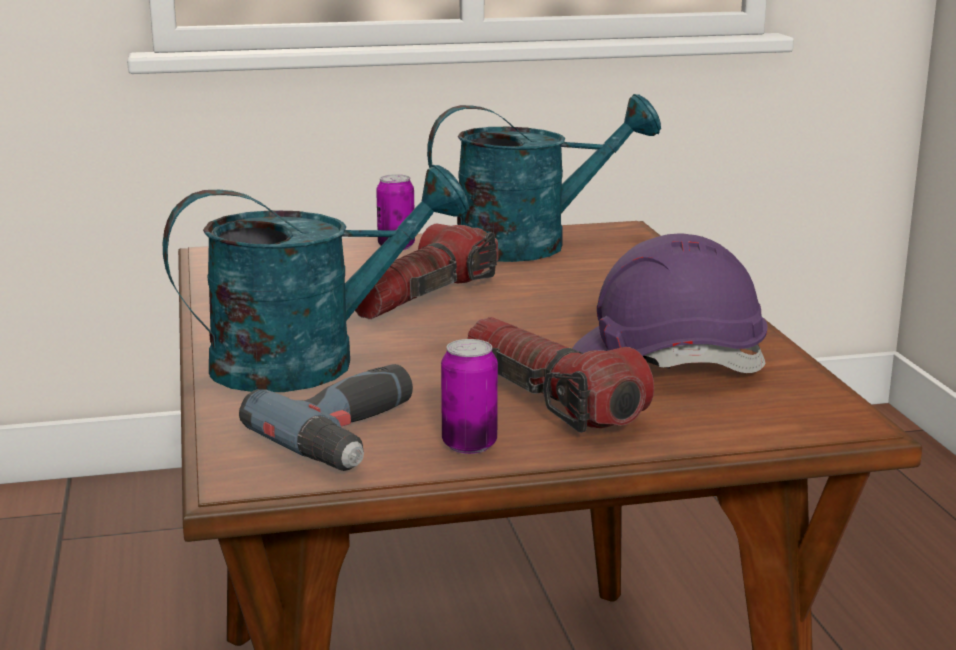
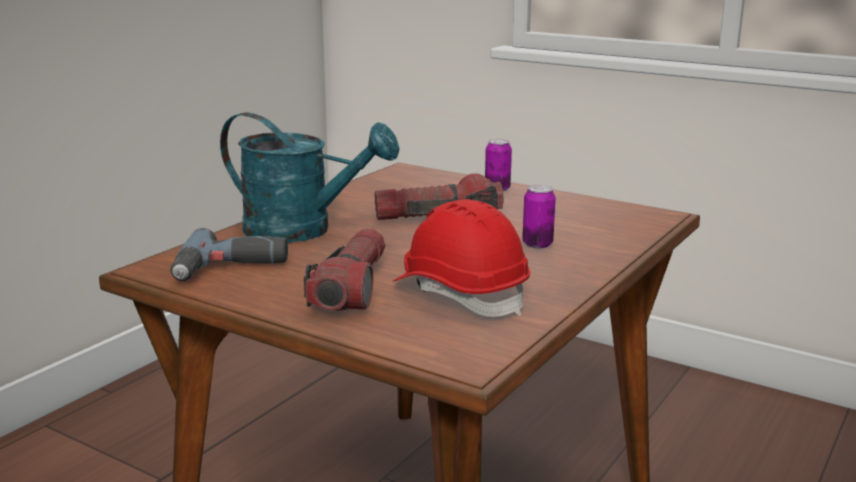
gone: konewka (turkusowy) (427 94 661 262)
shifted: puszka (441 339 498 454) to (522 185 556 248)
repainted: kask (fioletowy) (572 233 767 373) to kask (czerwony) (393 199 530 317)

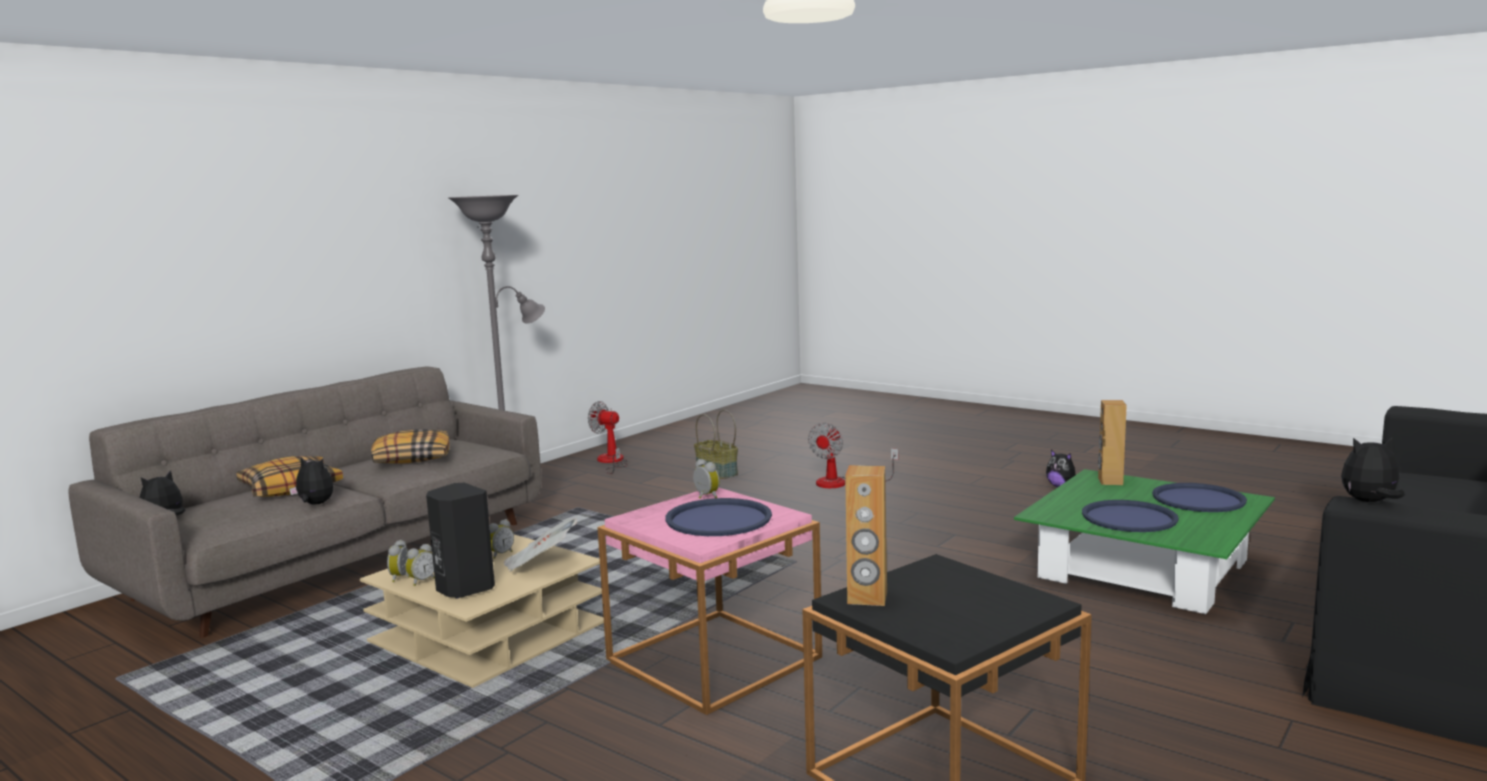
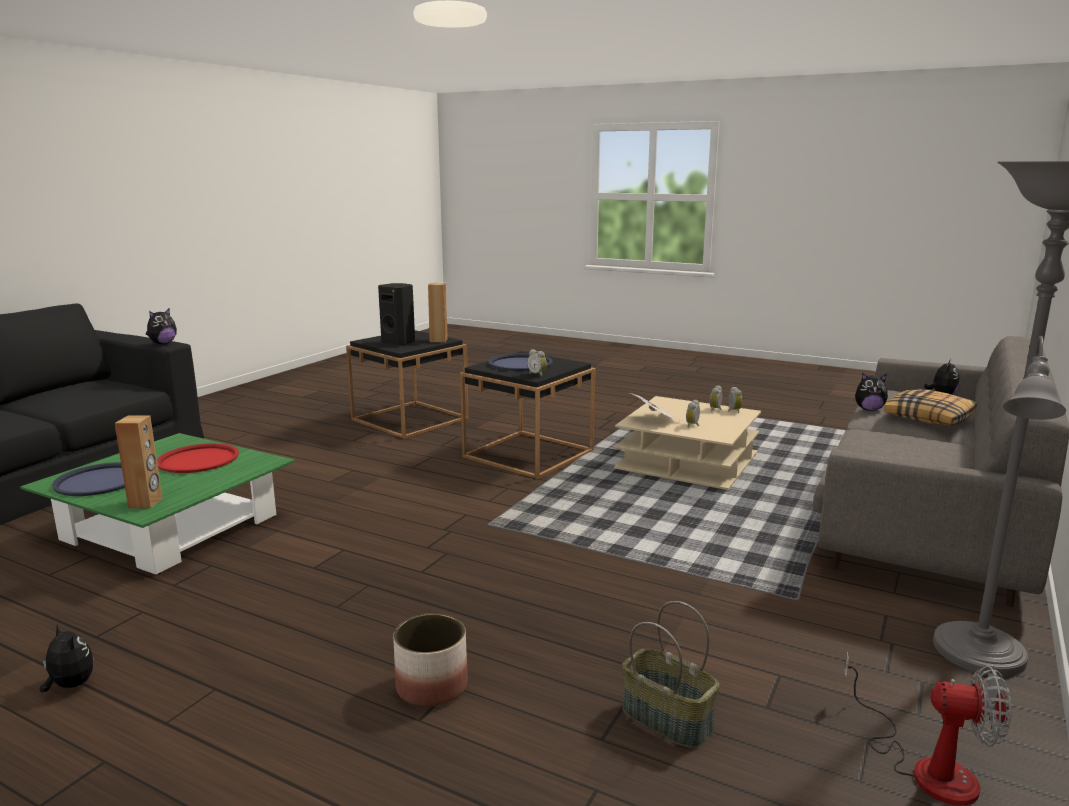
gone: poduszka (371 429 450 464)
shifted: głośnik (czarny) (426 483 495 599) to (378 283 415 346)
swapped: wentylator (808 423 899 488) to donica (393 613 468 707)
repainted: stolik (różowy) (597 488 822 715) to stolik (czarny) (460 351 596 479); taca (niebieski) (1082 500 1179 532) to taca (czerwony) (157 443 239 473)
rotated: pluszak (1341 437 1405 502) = (146 309 177 344) 45 degrees counterclockwise

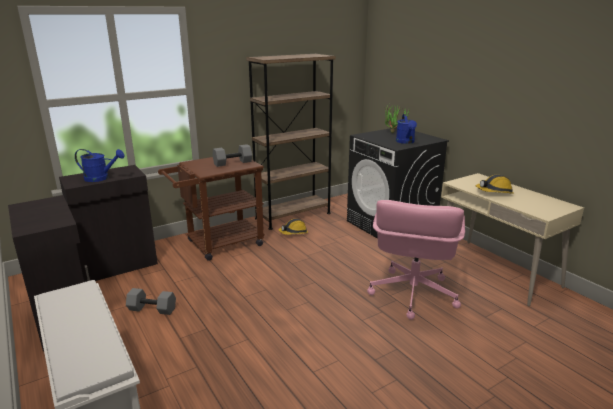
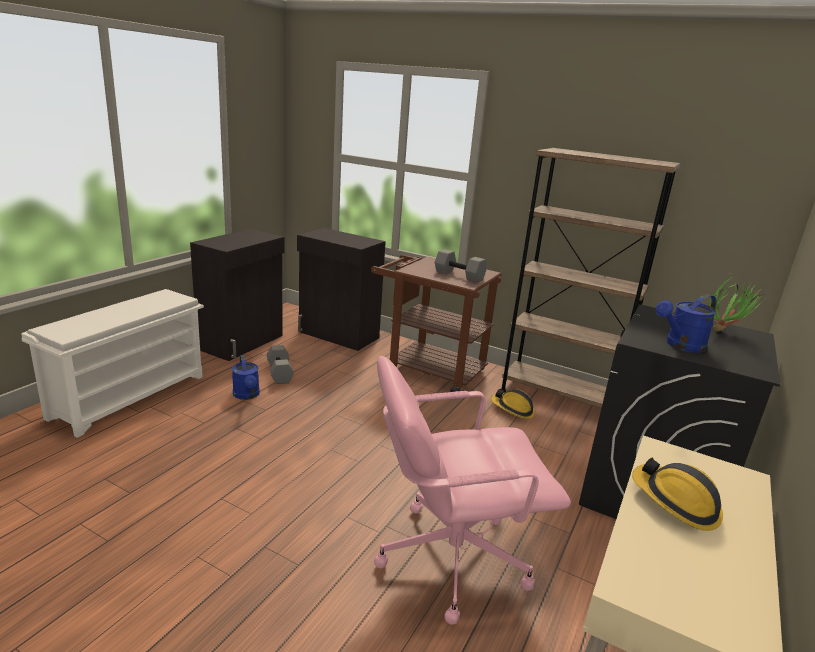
shifted: konewka (niebieski) (75 149 125 182) to (232 355 260 400)

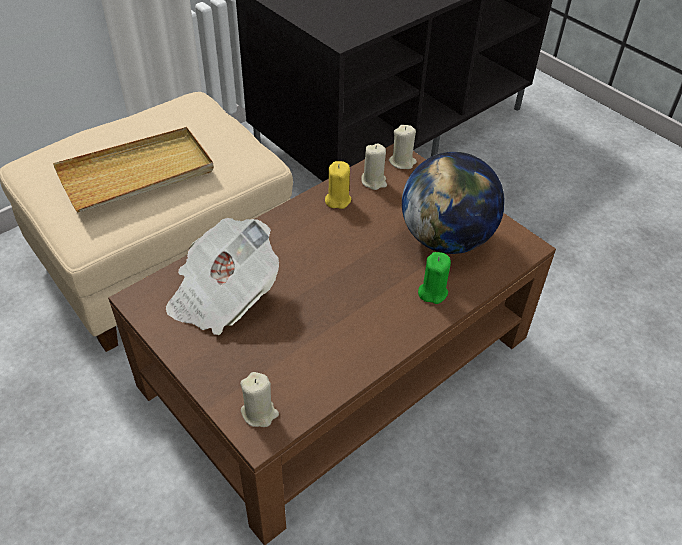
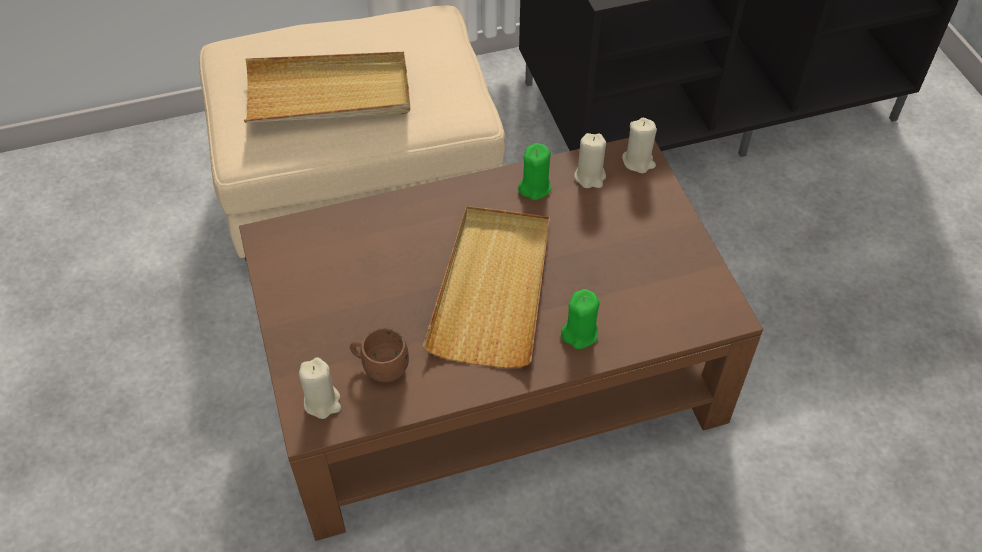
gone: gazeta (166 218 279 335); globus (402 152 505 254)
new: kubek (brązowy) (350 327 409 382); taca (beżowy) (423 206 550 368)
repainted: świeca (żółty) (325 161 351 209) to świeca (zielony) (518 143 551 200)

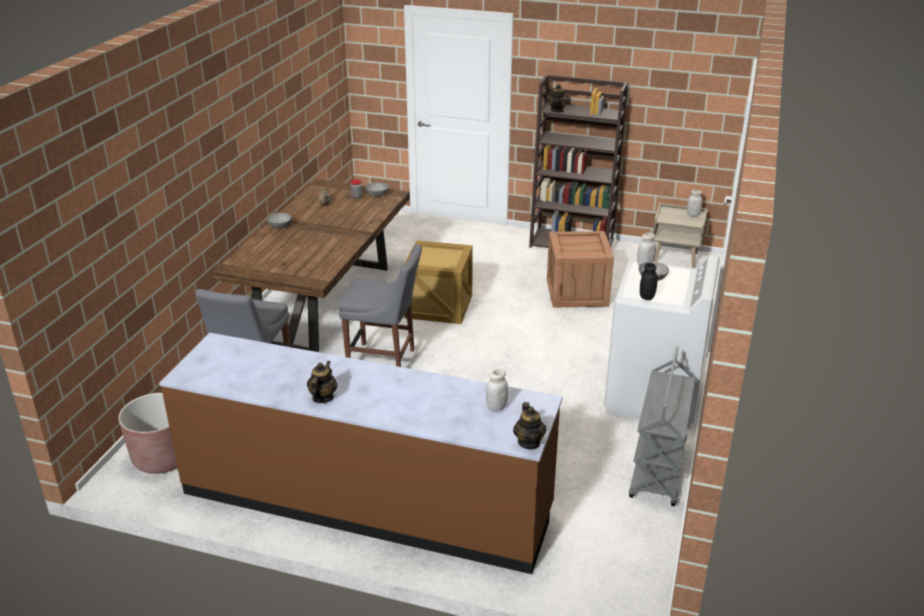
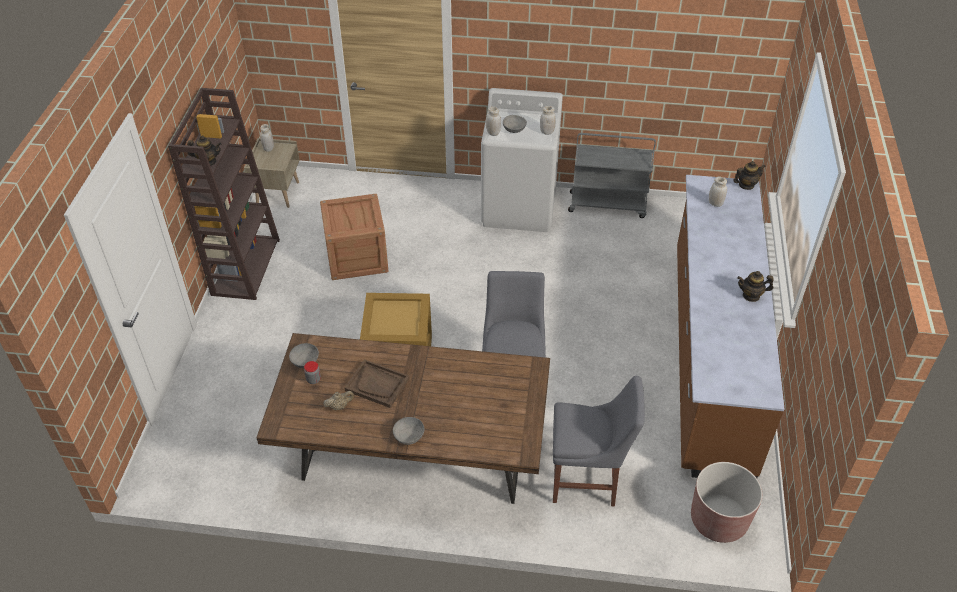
new: taca (brązowy) (344 359 409 408)
repainted: słoik (czarny) (640 263 657 300) to słoik (biały) (540 106 556 135)

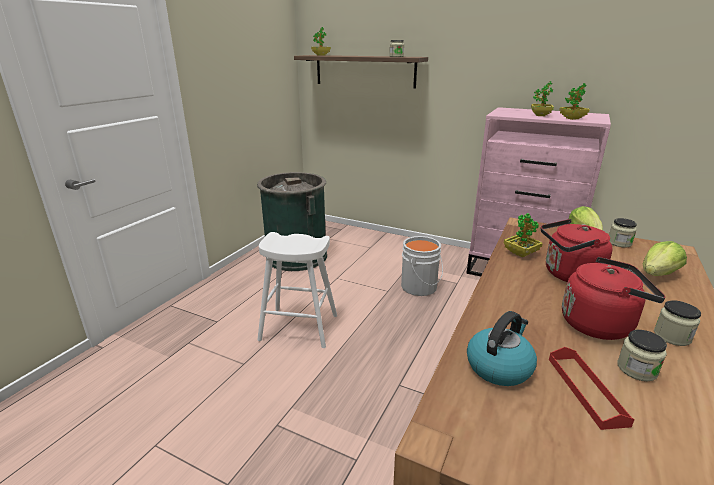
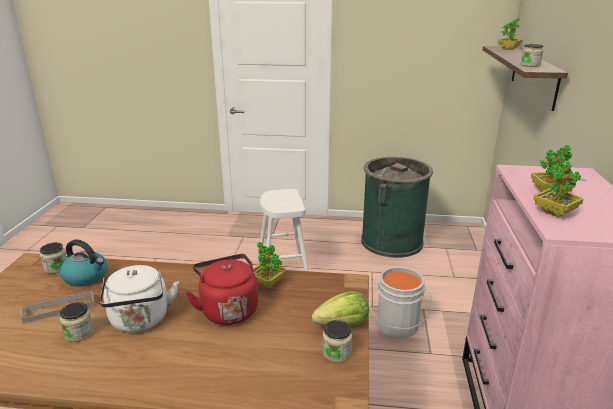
gone: sałata (643 241 687 276)
shifted: słoik (654 300 701 346) to (40 242 67 274)
repainted: taca (czerwony) (549 347 635 430) to taca (szary) (21 291 95 324); czajnik (czerwony) (562 257 666 340) to czajnik (biały) (99 265 179 332)

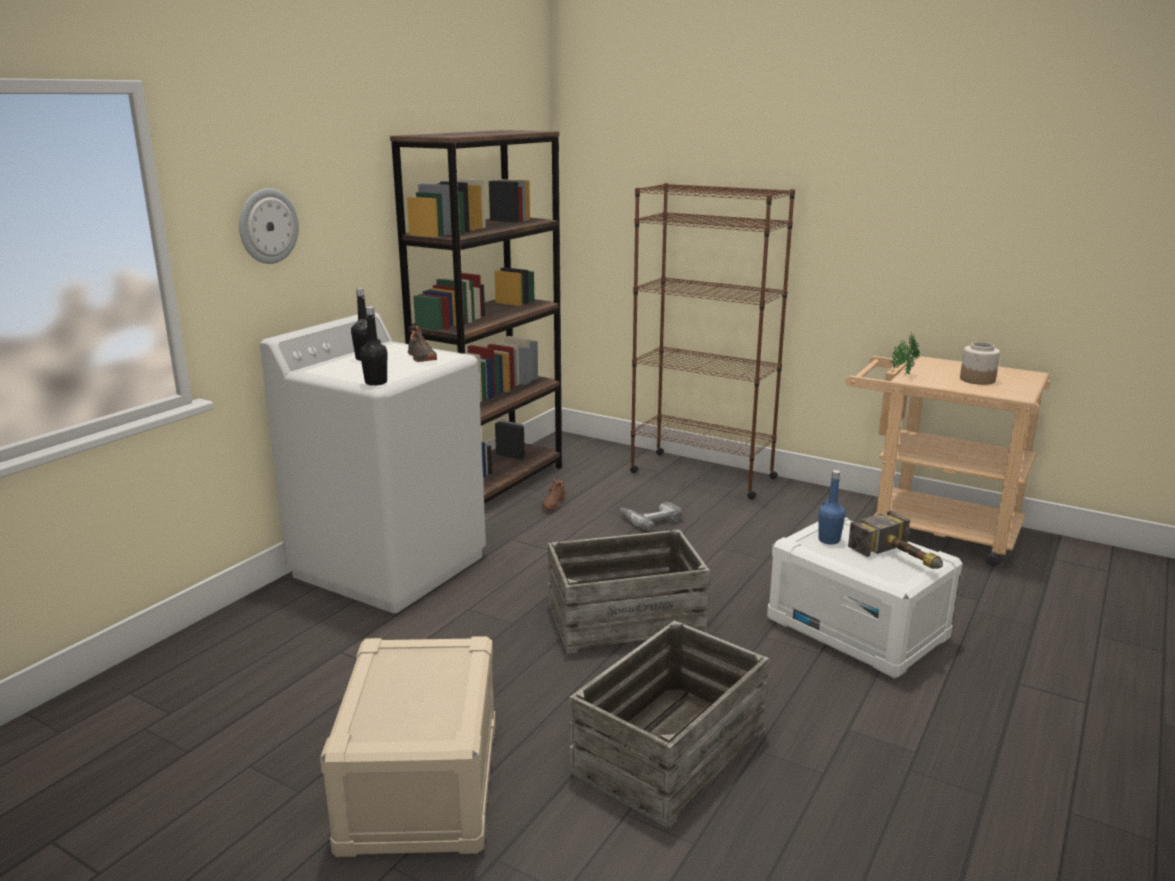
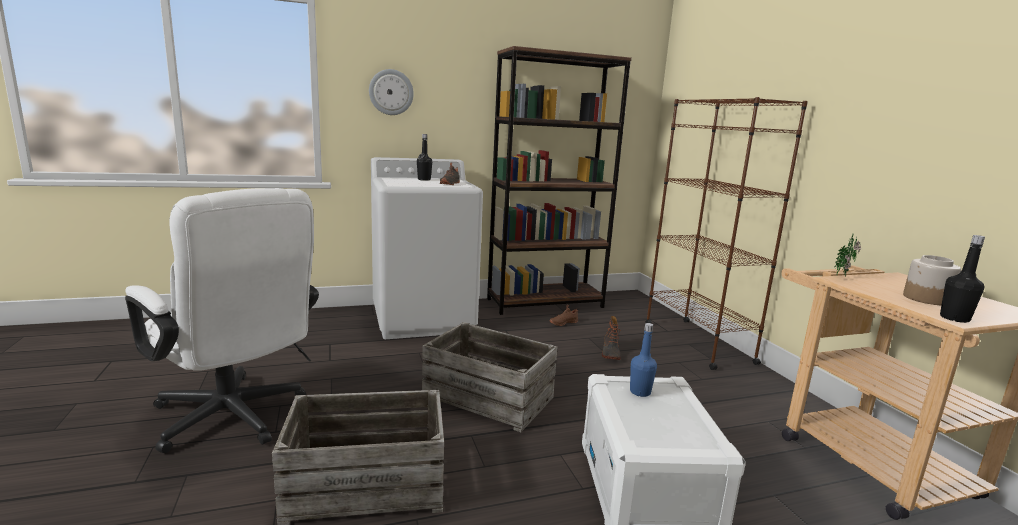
gone: młotek (848 511 943 569)
shifted: butelka (czarny) (360 306 387 386) to (940 235 985 323)
swapped: pojemnik do przechowywania (beżowy) (320 636 496 857) to krzesło biurowe (biały) (125 188 319 453); wiertarka (620 502 682 531) to but z cholewką (602 316 621 360)

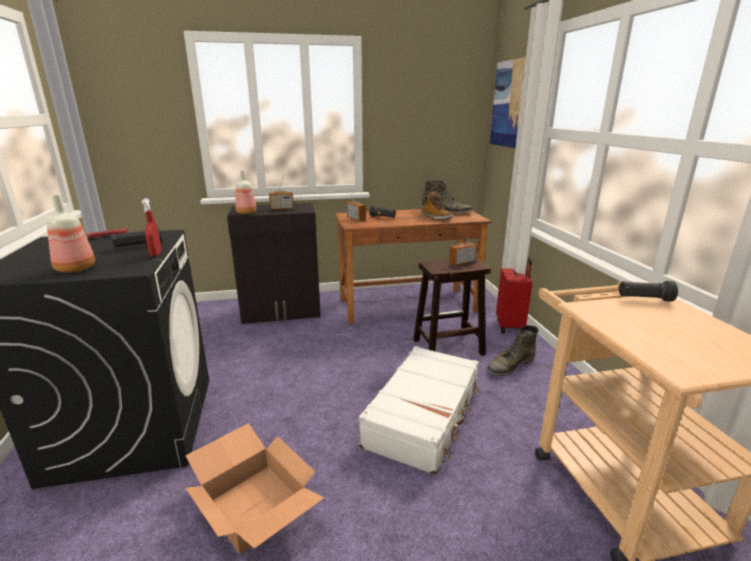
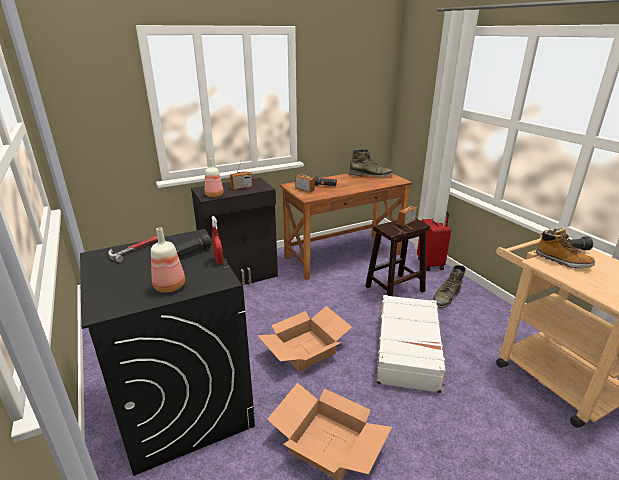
gone: obraz (490 57 526 148)
new: karton (257 306 352 372)
shifted: but z cholewką (422 191 453 220) to (536 228 595 268)

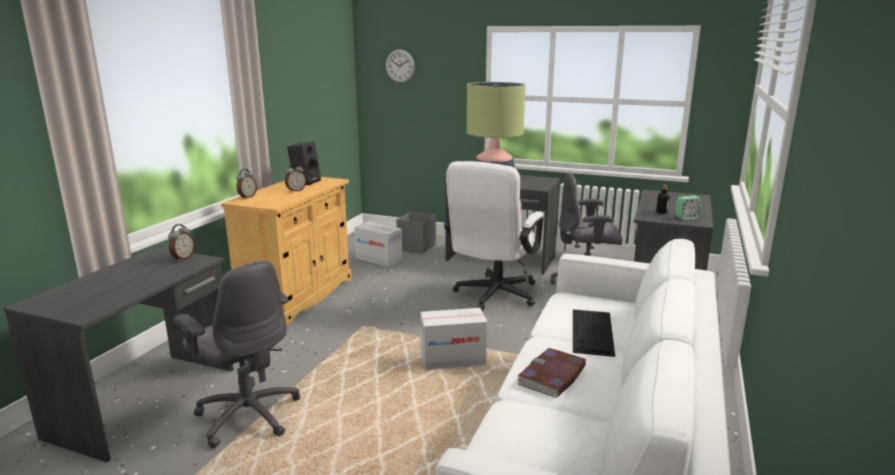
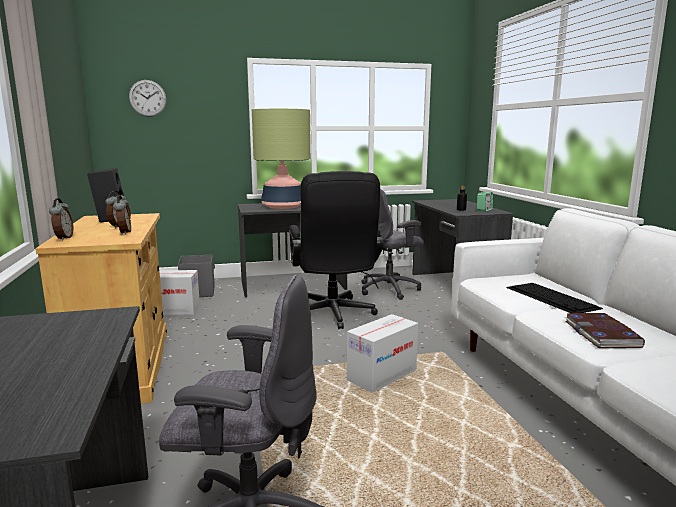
shifted: budzik (168 224 195 261) to (113 195 131 235)
repainted: krzesło biurowe (biały) (444 161 544 311) to krzesło biurowe (czarny) (289 171 384 329)

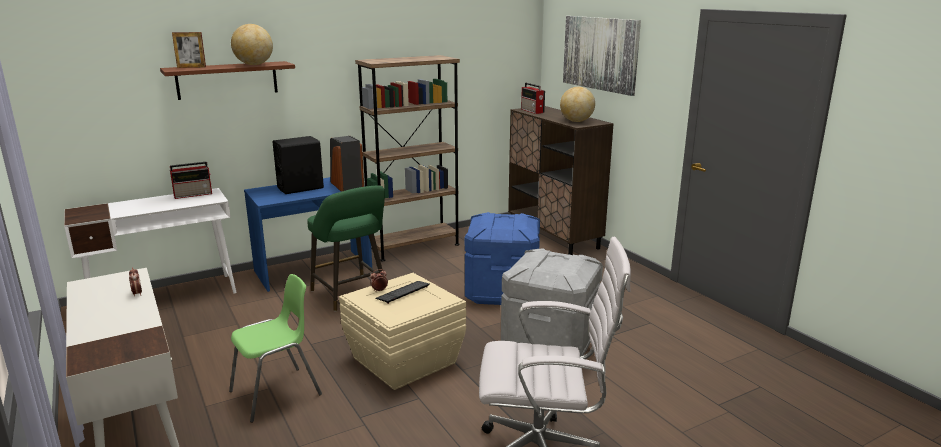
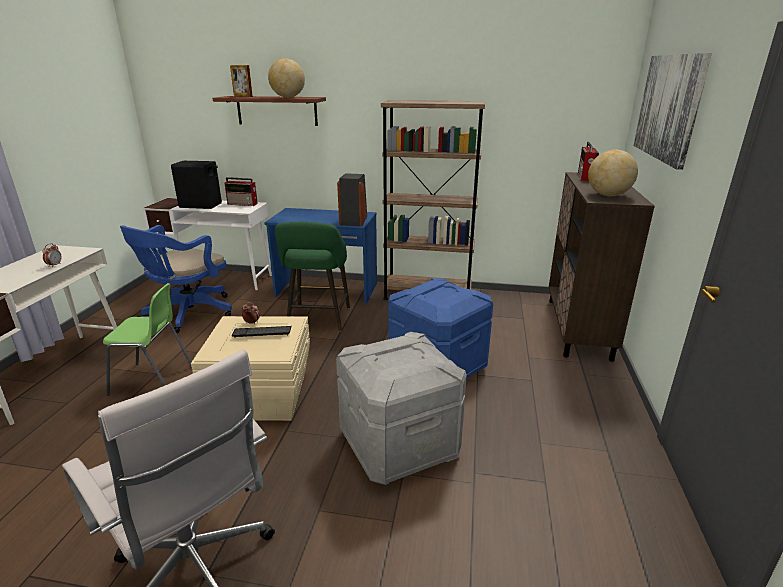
new: krzesło biurowe (niebieski) (120 225 232 333)
shifted: głośnik (czarny) (273 136 324 194) to (171 161 222 209)

